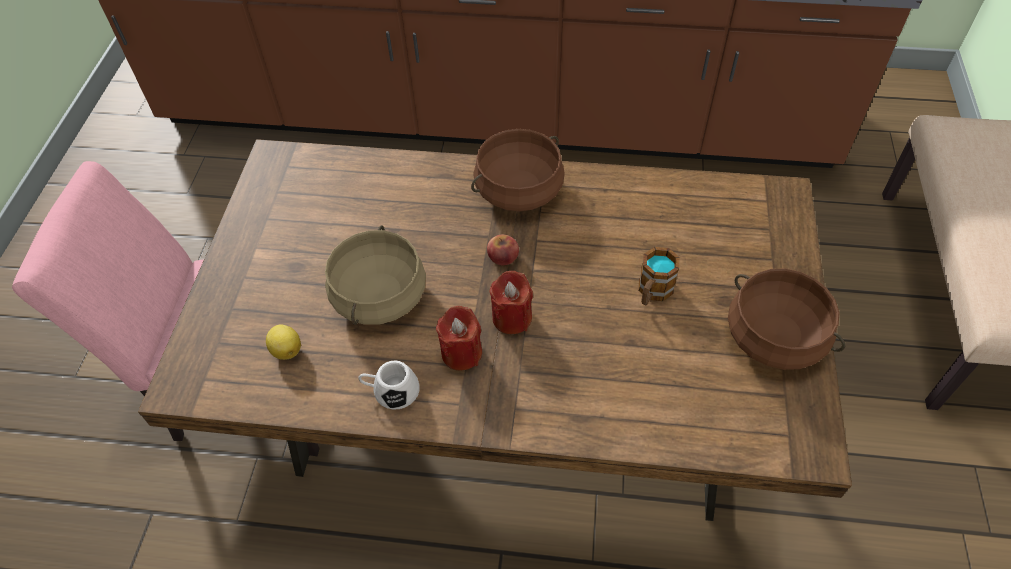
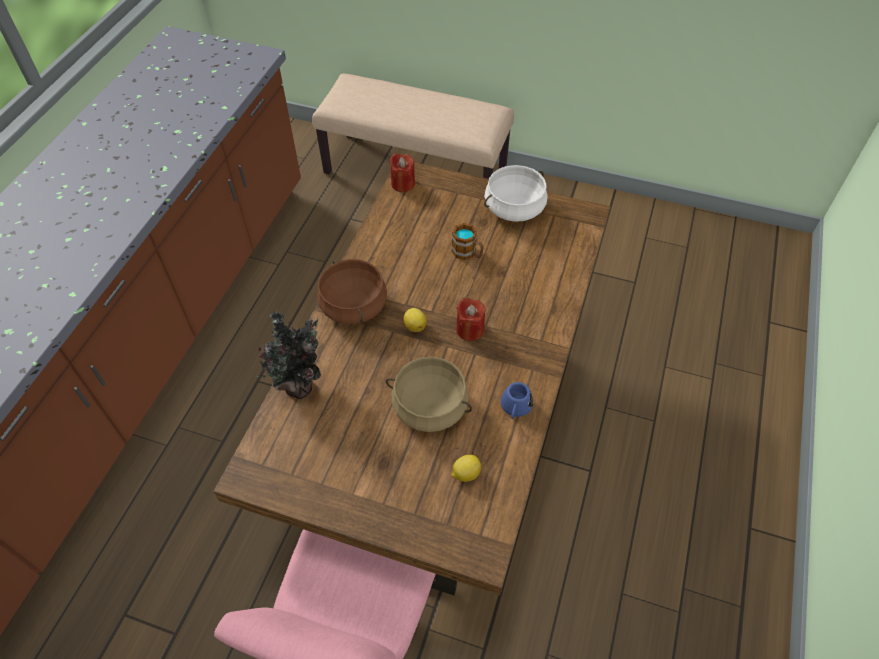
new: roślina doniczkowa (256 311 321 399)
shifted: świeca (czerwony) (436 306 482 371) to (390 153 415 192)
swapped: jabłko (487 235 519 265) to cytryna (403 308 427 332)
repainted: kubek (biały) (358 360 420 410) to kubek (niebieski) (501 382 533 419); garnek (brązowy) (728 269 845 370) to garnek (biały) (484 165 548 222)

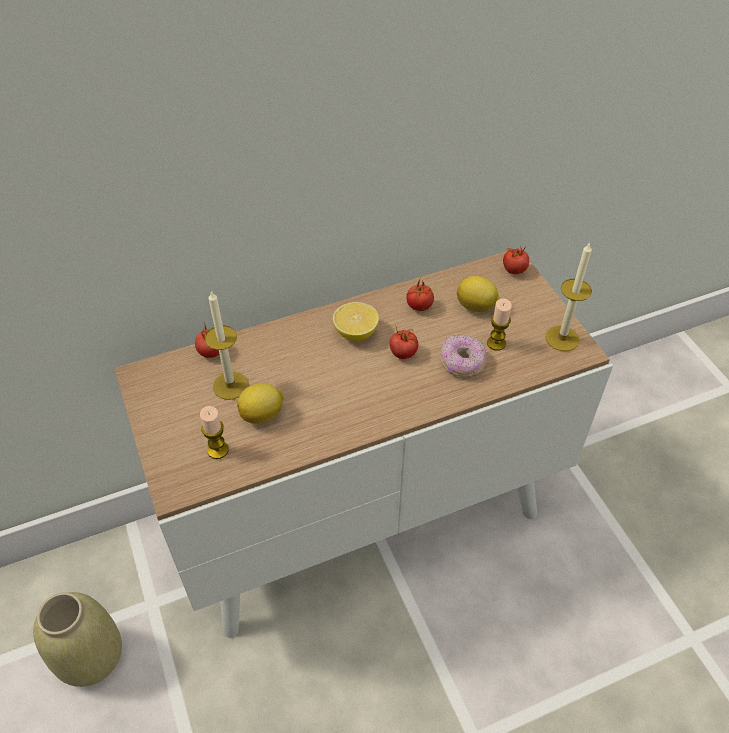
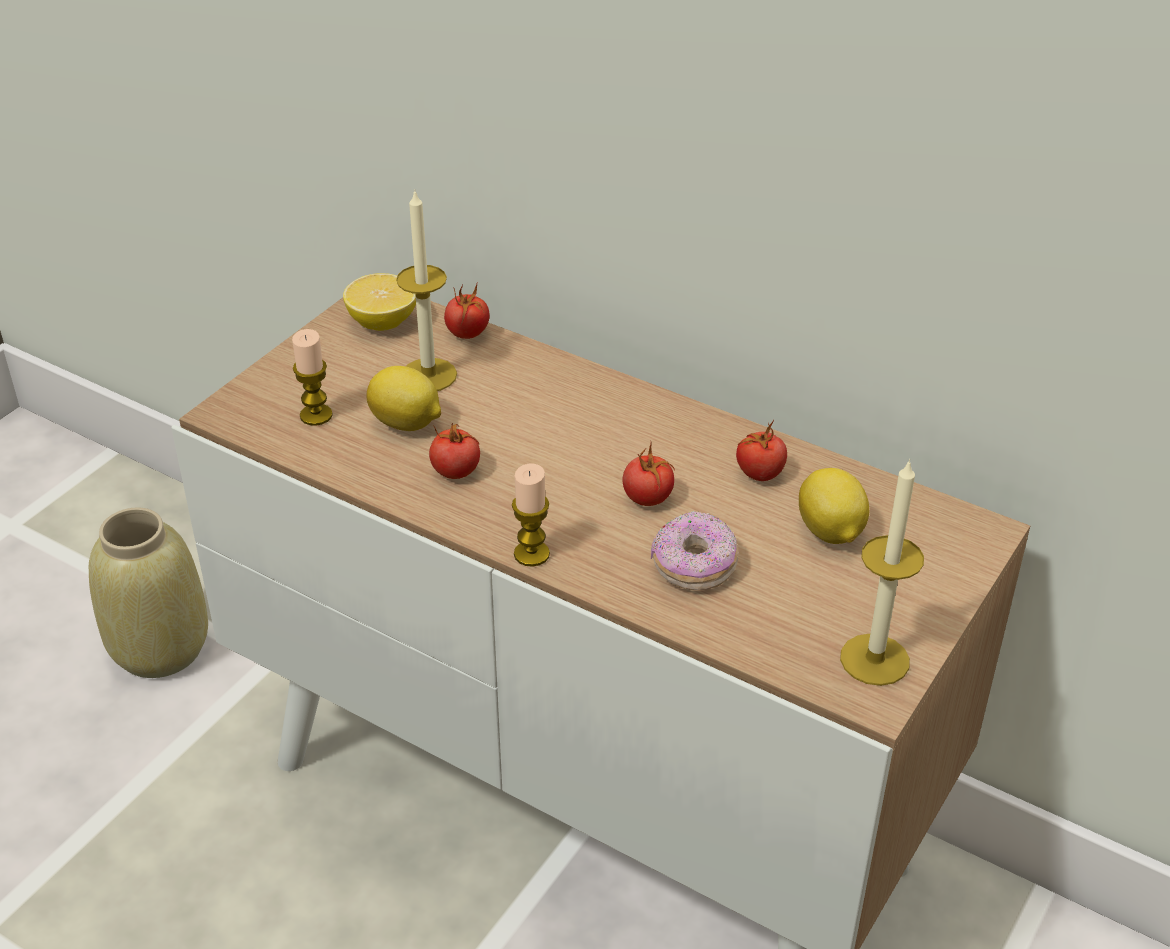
shifted: cytryna (333 302 379 341) to (343 273 416 331); świeca (487 298 512 351) to (512 464 550 567); pomidor (503 248 529 274) to (429 423 480 479)

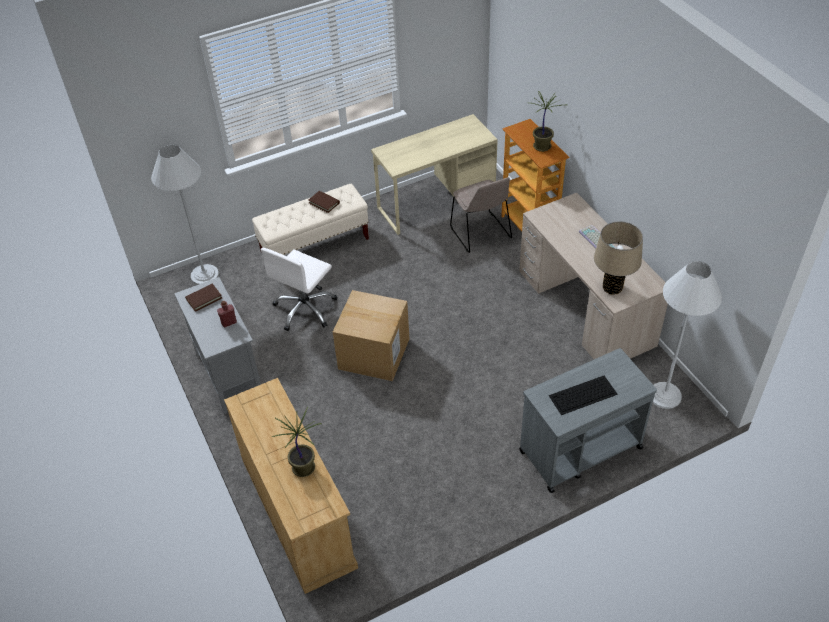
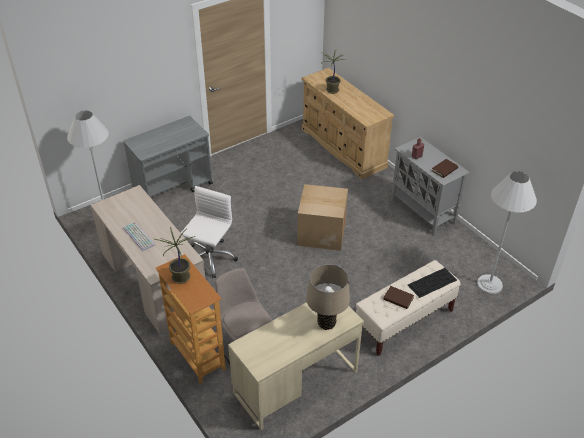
shifted: krzesło biurowe (biały) (261 248 337 331) to (181 186 238 278); klawiatura (549 375 618 415) to (408 268 457 298); lampa stołowa (beżowy) (594 221 643 295) to (306 264 350 330)

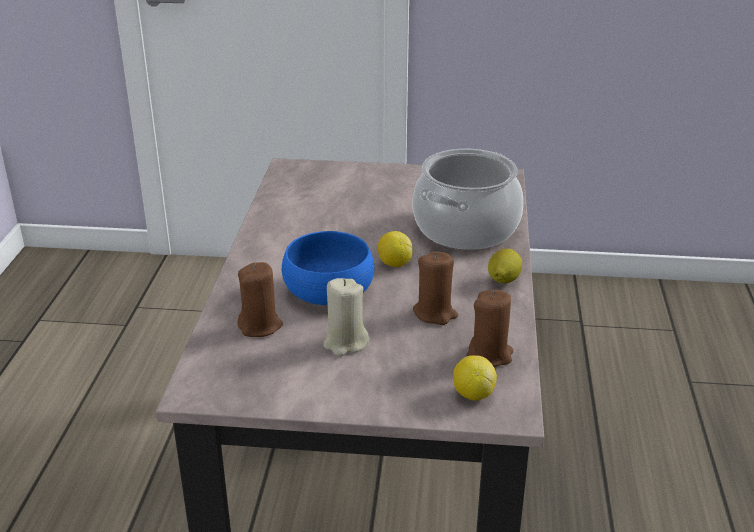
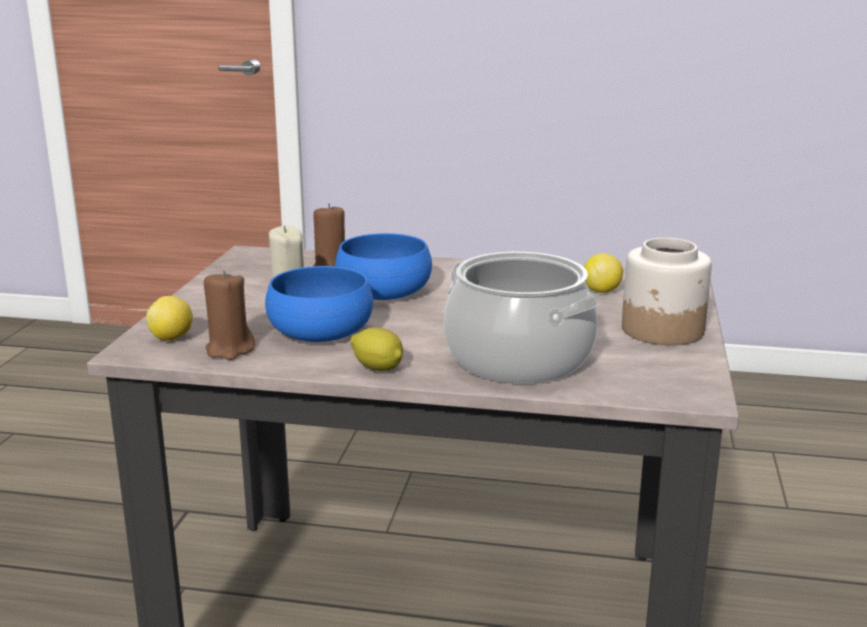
new: słoik (622 238 712 345)
shifted: cytryna (377 231 412 267) to (584 253 623 293)
swapped: świeca (brązowy) (413 251 458 325) to miska (niebieski) (265 266 373 342)

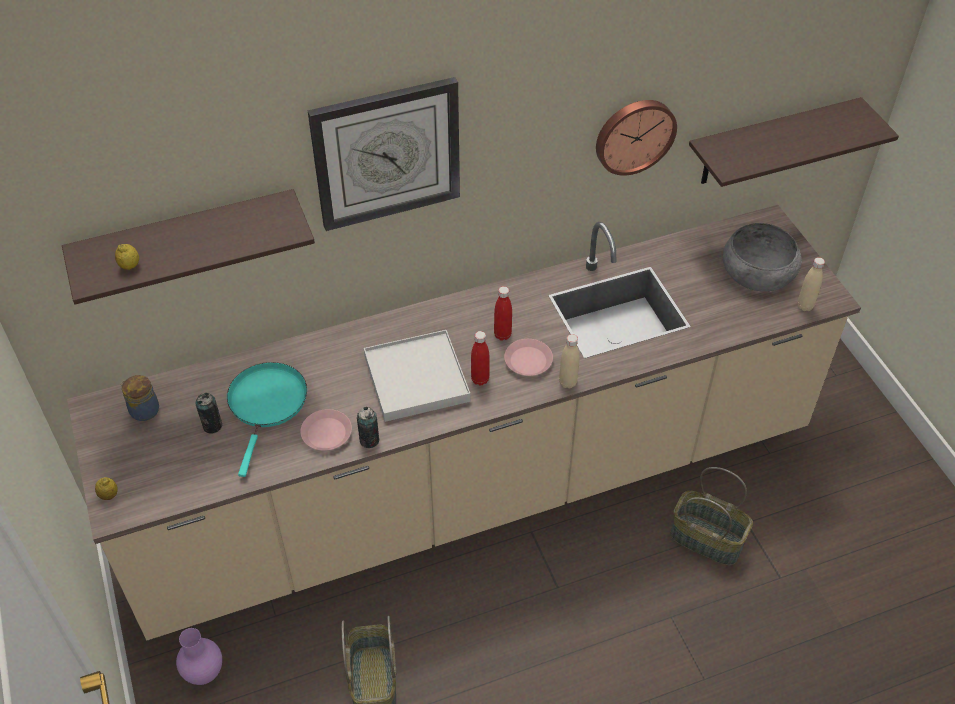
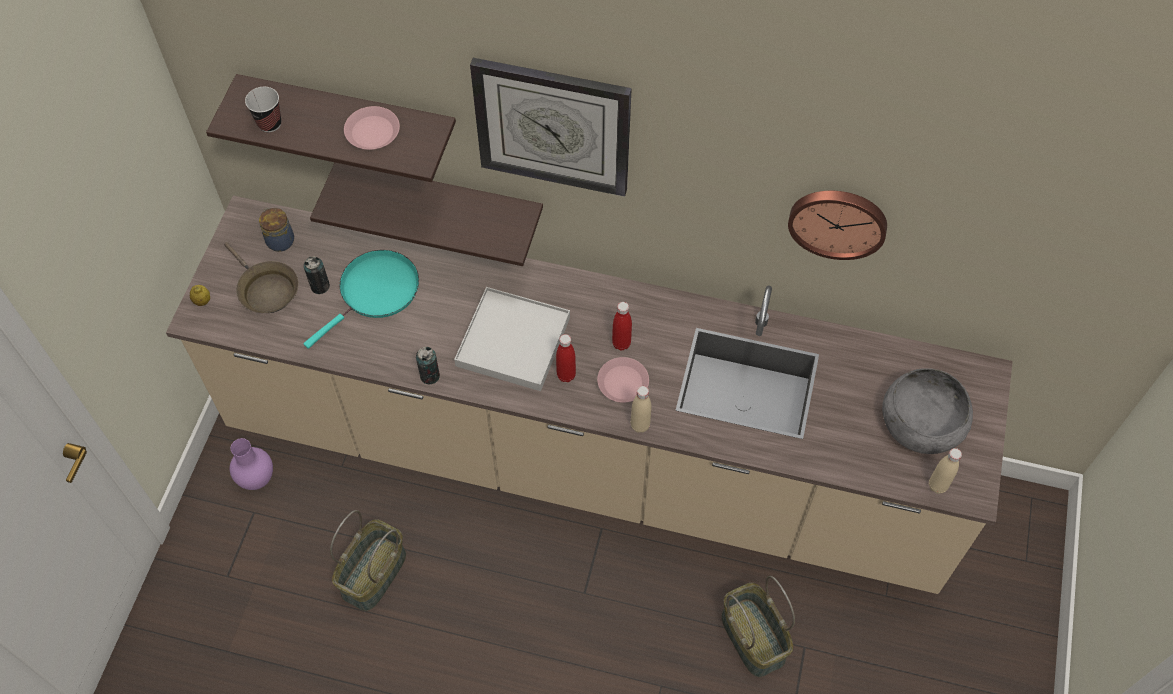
new: patelnia (brązowy) (224 242 298 313)
shifted: talerz (różowy) (300 409 352 451) to (344 106 400 150); półka (689 97 899 187) to (310 163 543 266)
swapped: cytryna (115 244 139 270) to filiżanka (245 87 281 132)

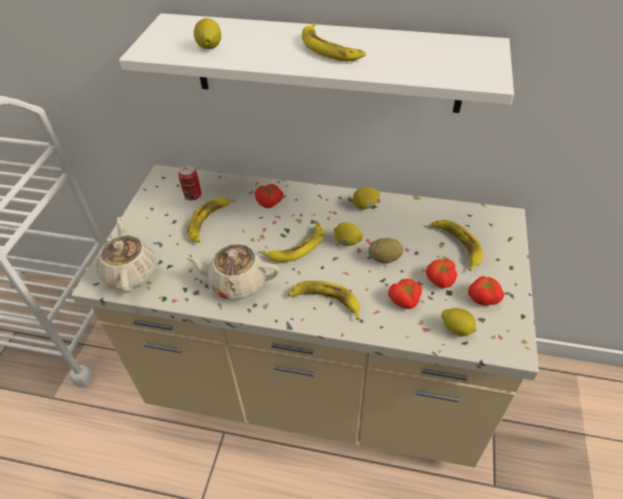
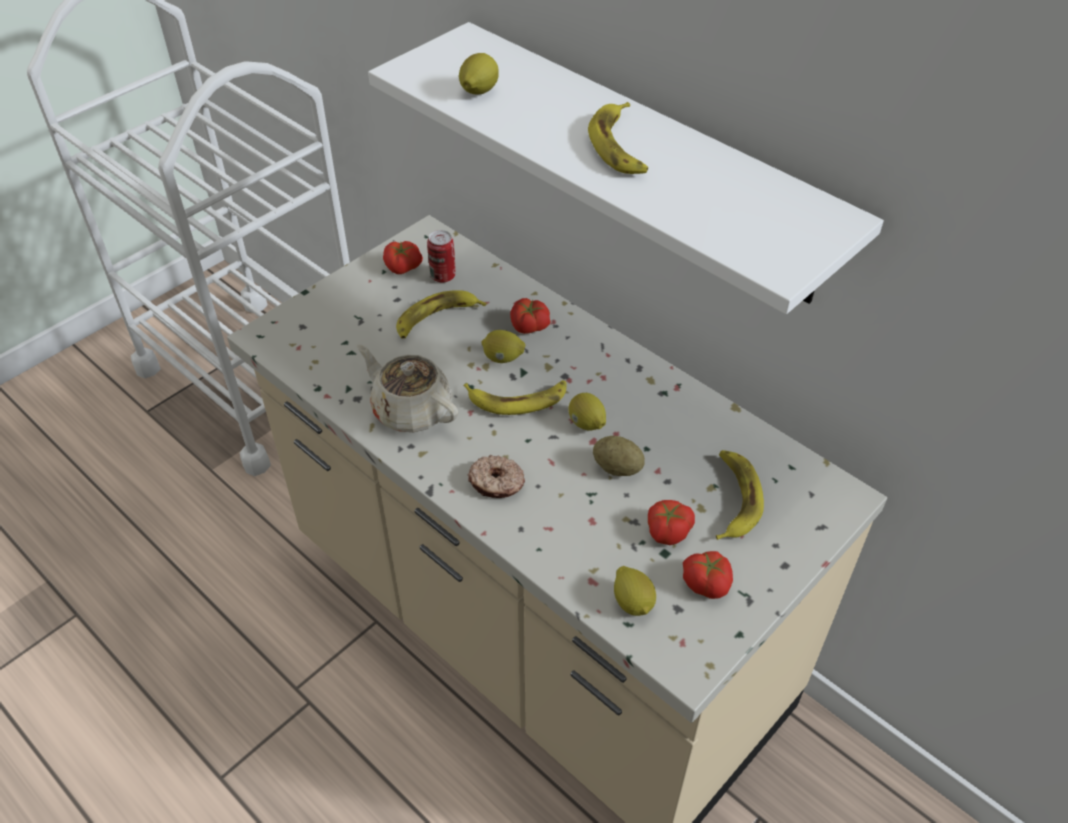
gone: imbryk (beżowy) (97 217 156 293)
shifted: cytryna (352 187 380 209) to (482 330 525 363); pomidor (388 279 422 309) to (383 241 423 274)
swapped: banan (288 281 360 320) to donut (468 455 525 498)

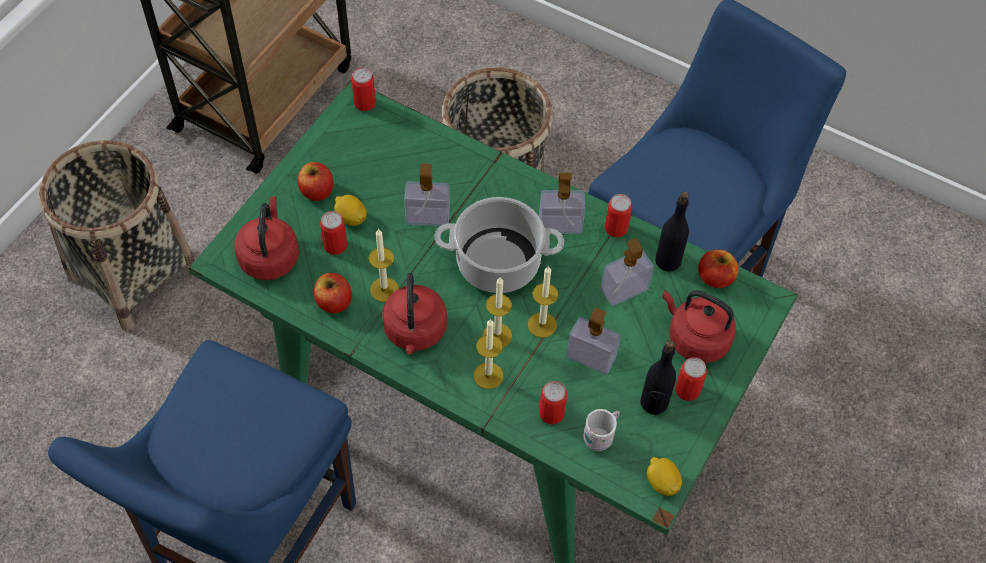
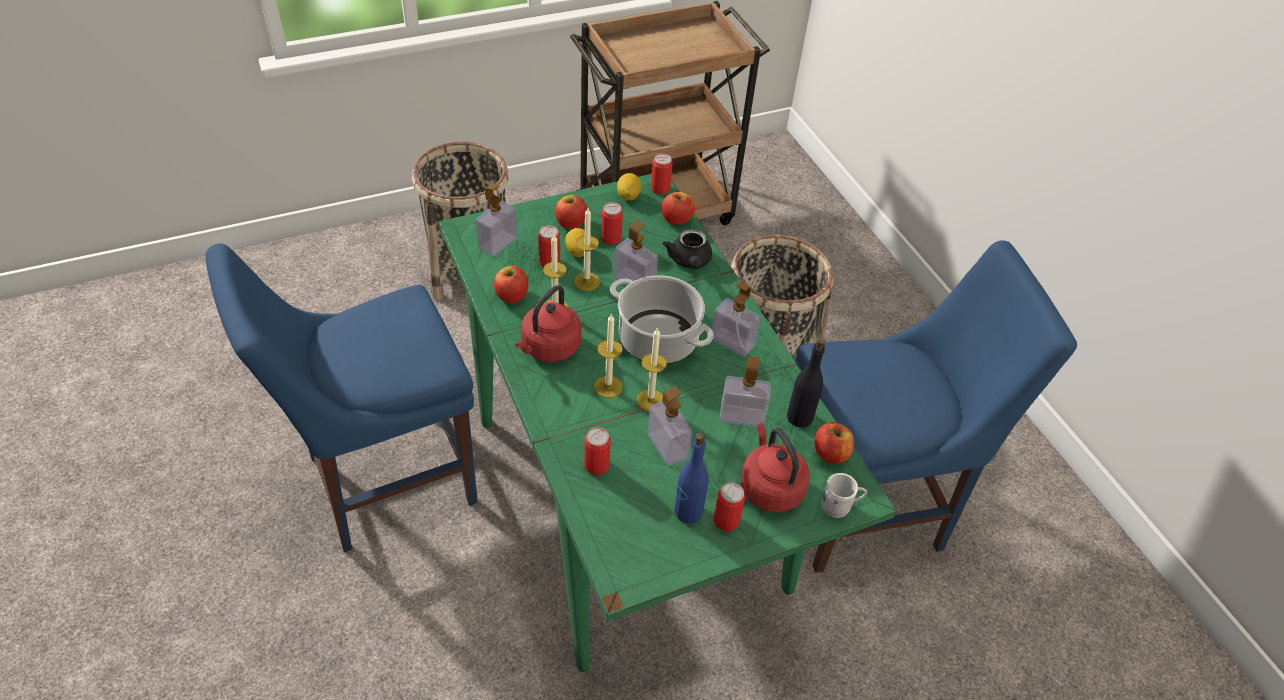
new: jabłko (661 192 695 225); imbryk (czarny) (663 229 712 269)
shifted: świeca (474 319 503 389) to (574 208 600 291); kubek (biały) (583 409 620 451) to (821 473 867 518); puszka (605 194 632 237) to (601 202 623 245); cytryna (647 457 682 496) to (617 173 641 200)
swapped: czajnik (czerwony) (234 196 299 280) to dozownik mydła (475 183 518 257)
repainted: butelka (czarny) (641 340 676 415) to butelka (niebieski) (674 433 709 523)

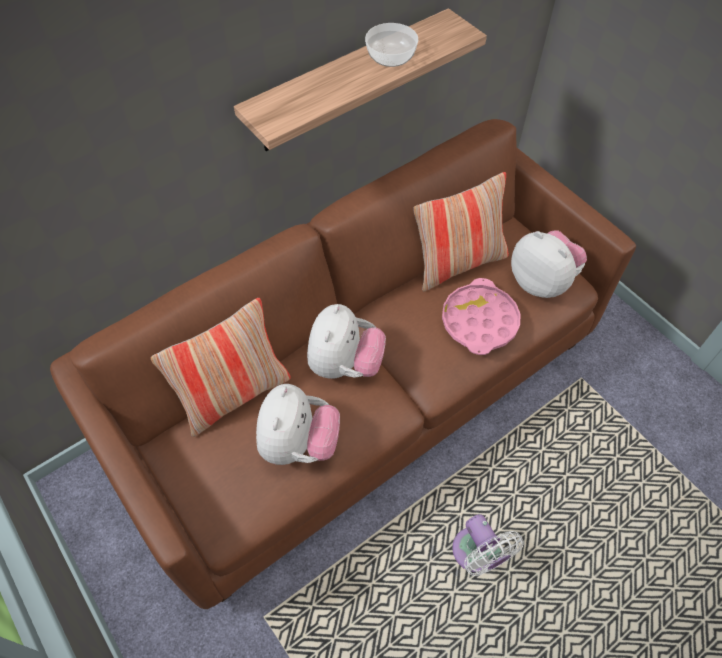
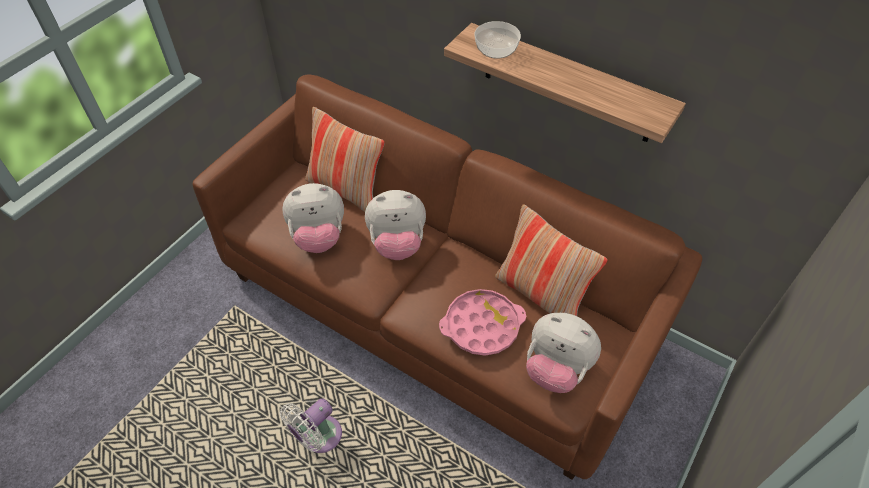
shifted: miska (365 23 418 67) to (474 21 521 59)
rotated: pluszak (511 230 587 298) = (526 313 601 393) 90 degrees clockwise

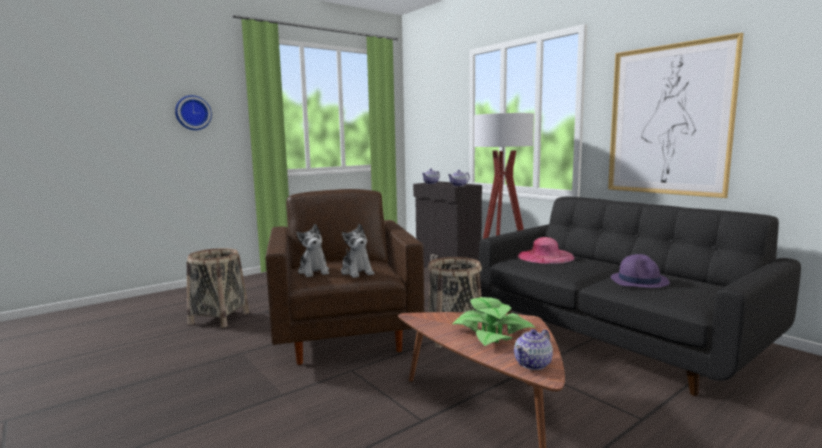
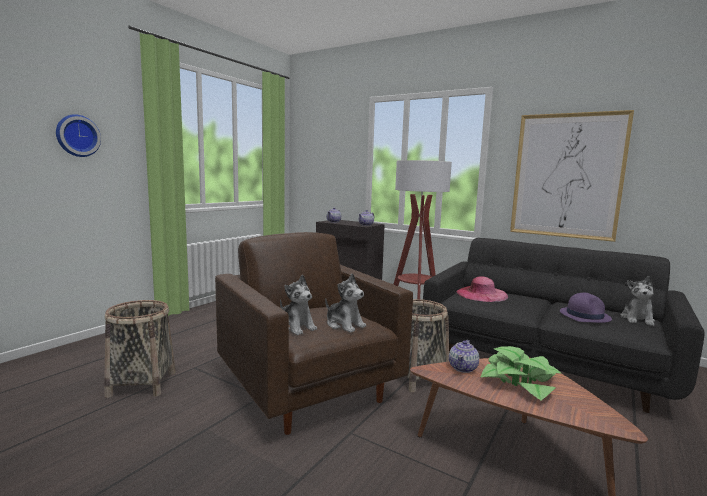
new: pluszak (621 276 655 326)
shifted: imbryk (514 329 553 370) to (449 340 479 373)

